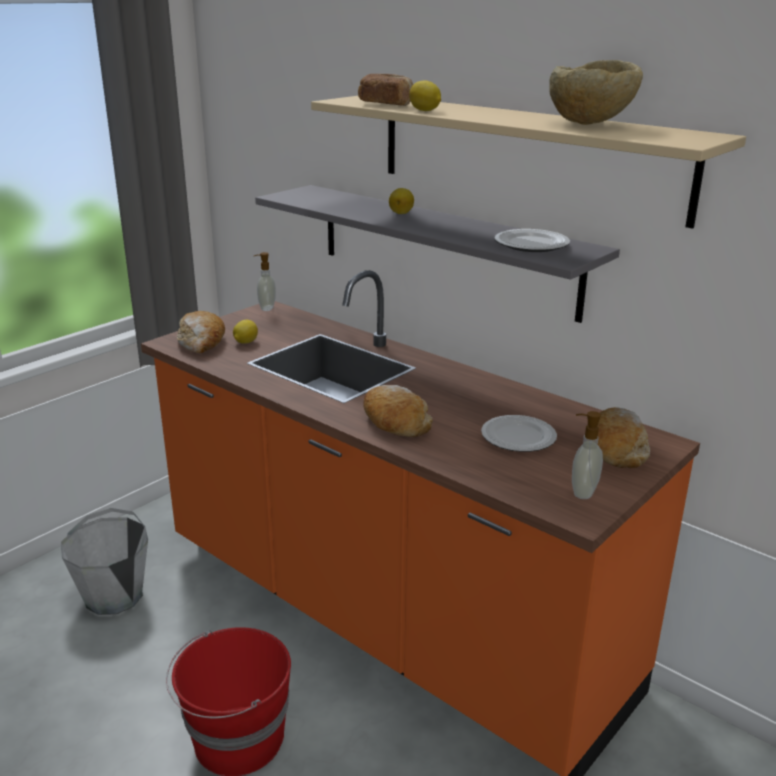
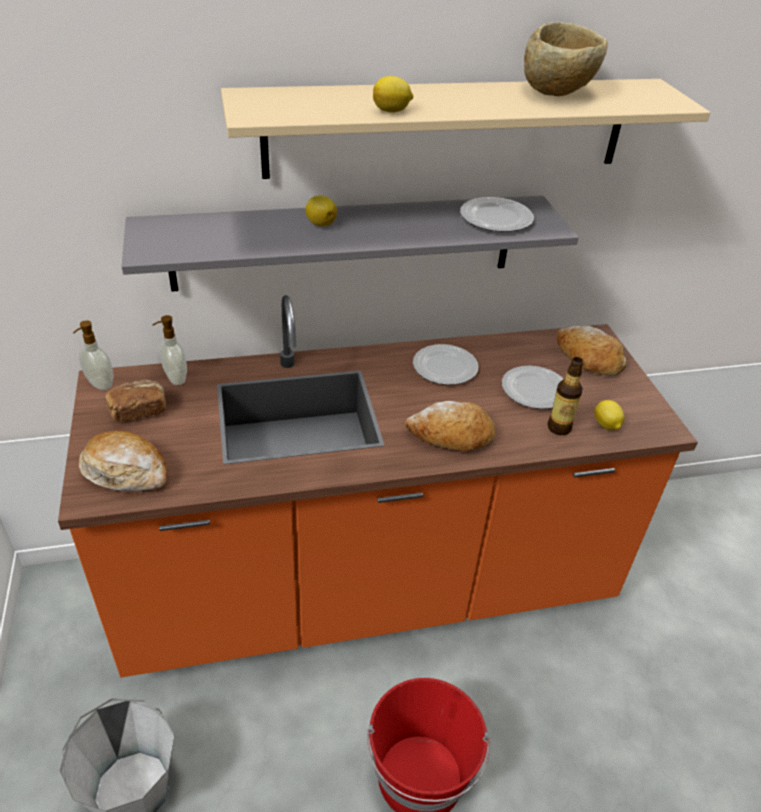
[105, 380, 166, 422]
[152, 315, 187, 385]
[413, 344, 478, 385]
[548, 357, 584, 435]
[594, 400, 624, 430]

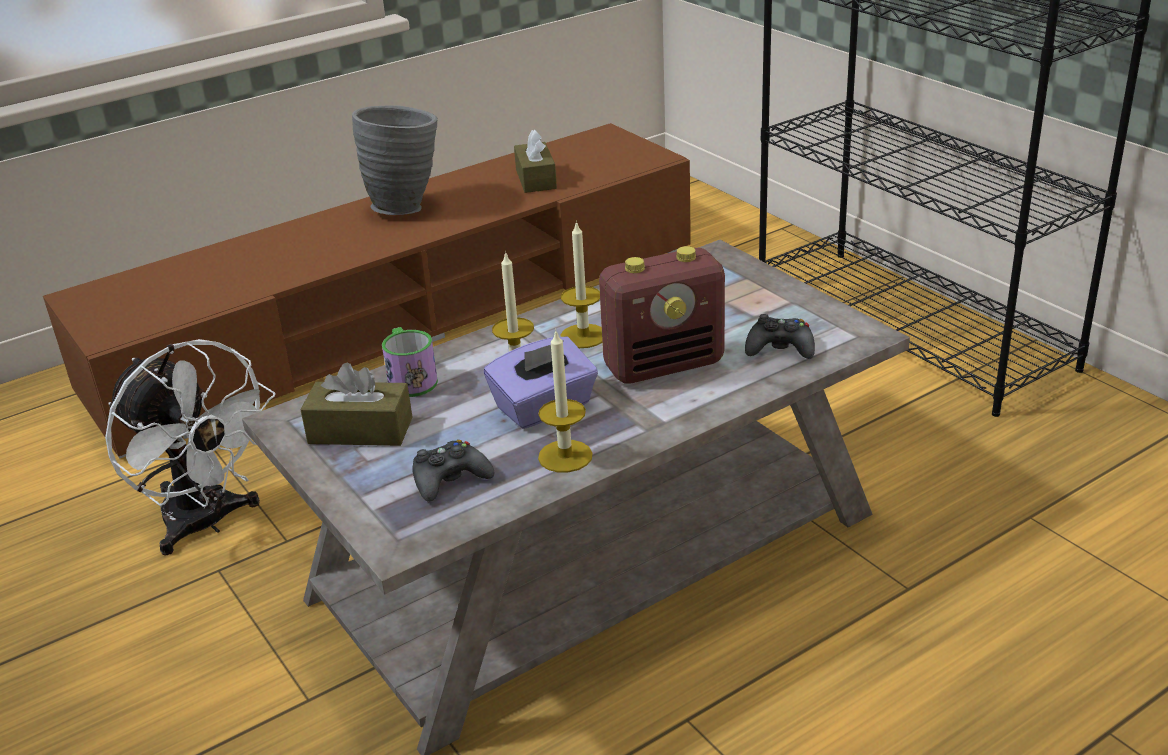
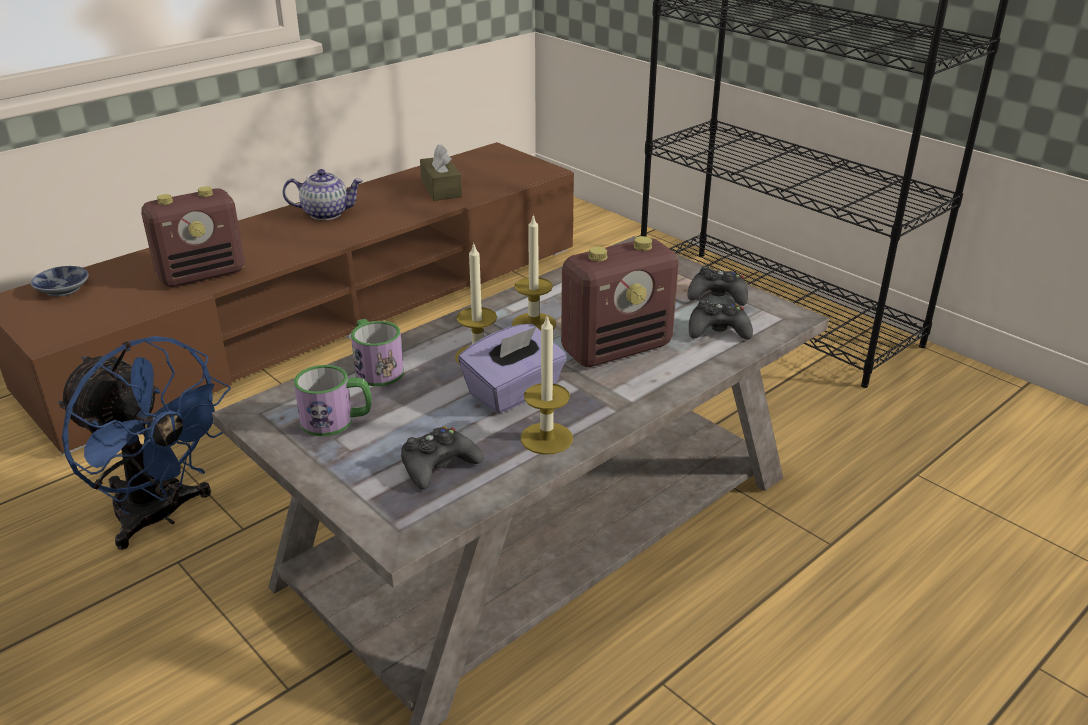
[30, 266, 89, 297]
[58, 336, 231, 550]
[141, 186, 245, 287]
[283, 169, 363, 220]
[294, 365, 372, 436]
[687, 266, 748, 306]

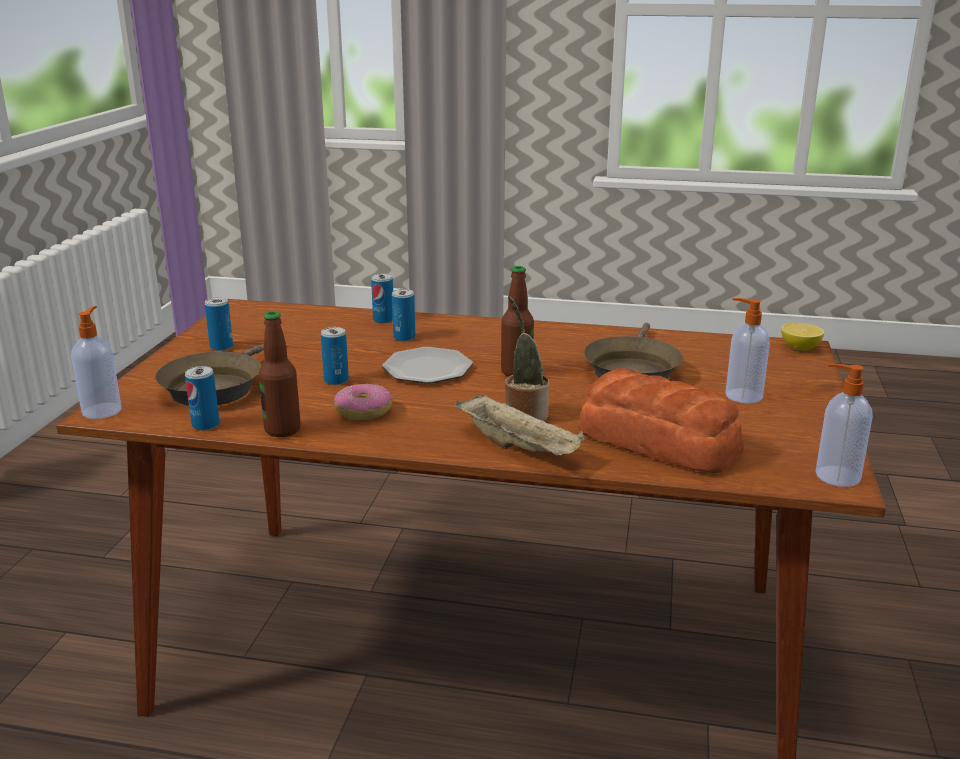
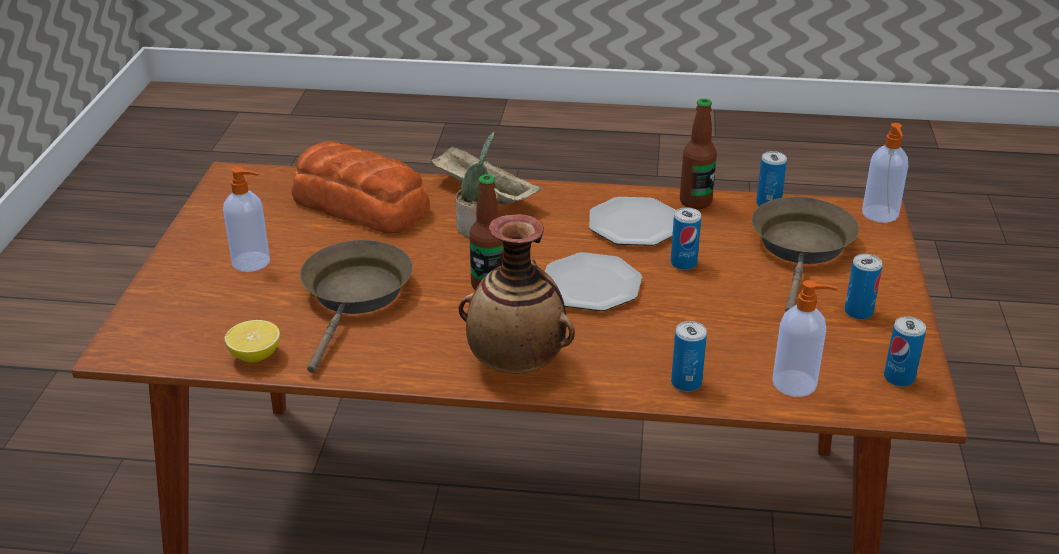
[225, 320, 280, 363]
[459, 214, 575, 373]
[589, 197, 676, 246]
[772, 280, 838, 397]
[884, 316, 926, 387]

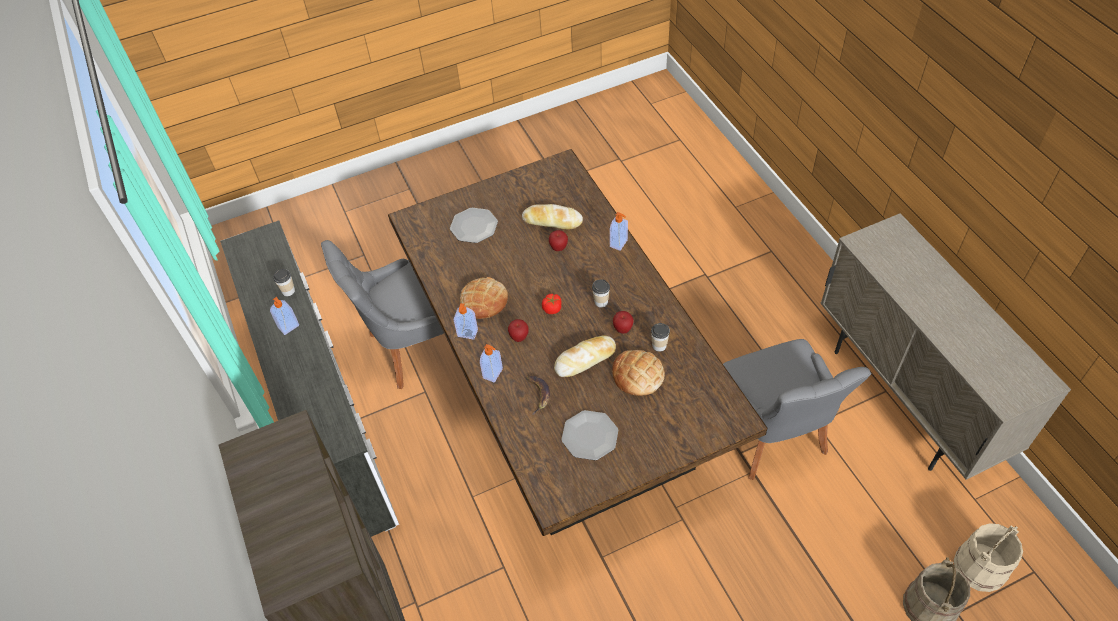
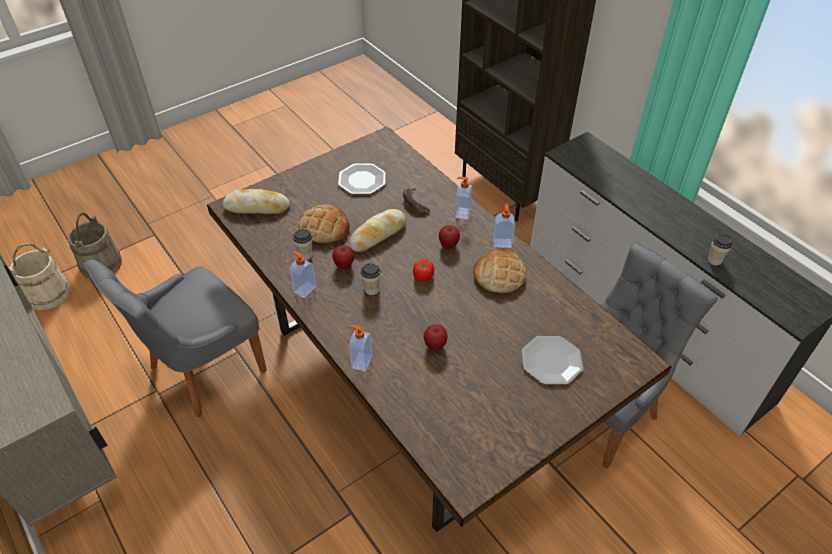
[83, 260, 267, 417]
[223, 189, 290, 214]
[290, 251, 317, 298]

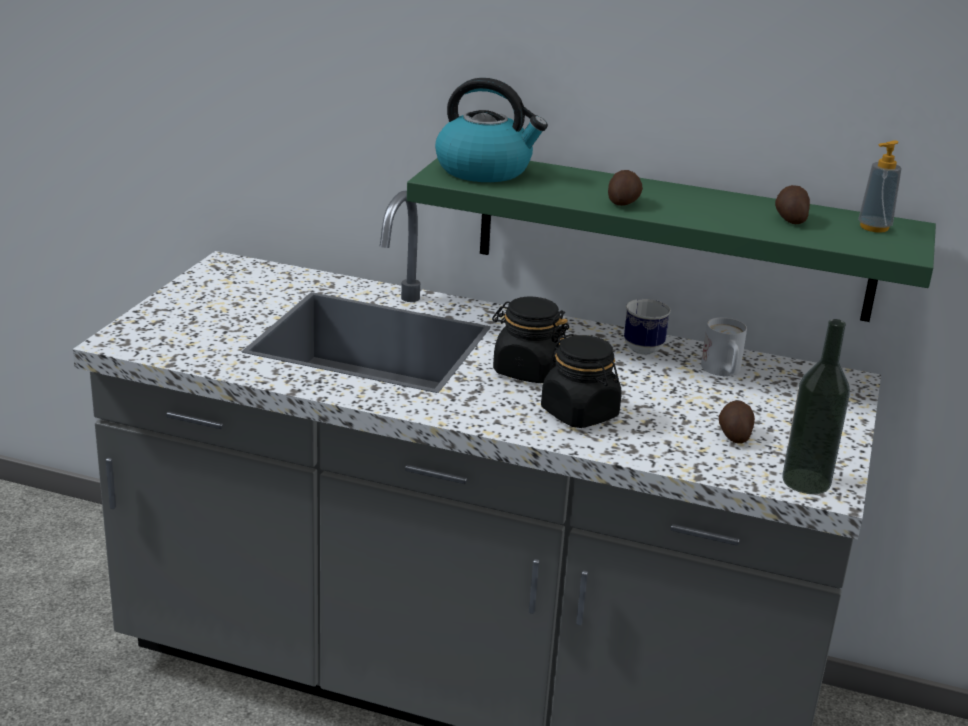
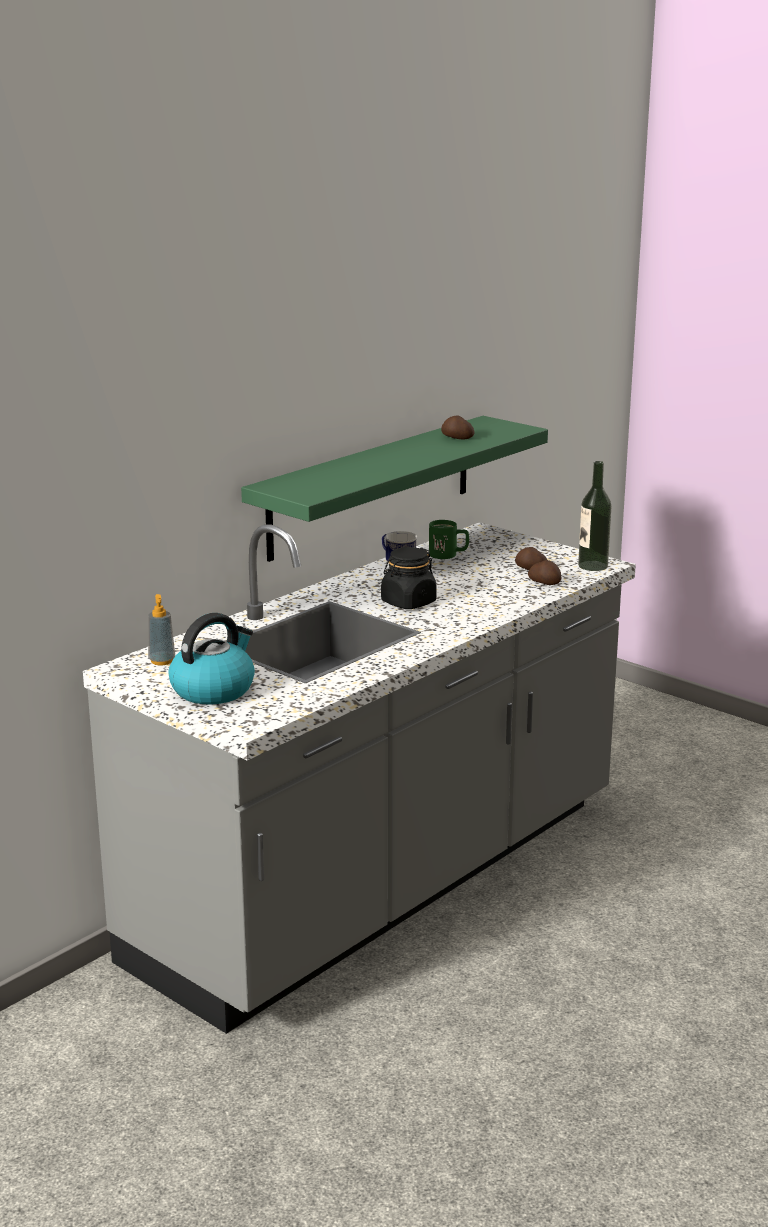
[148, 594, 175, 665]
[169, 613, 255, 705]
[429, 520, 469, 559]
[528, 560, 562, 585]
[541, 334, 622, 428] (first image)

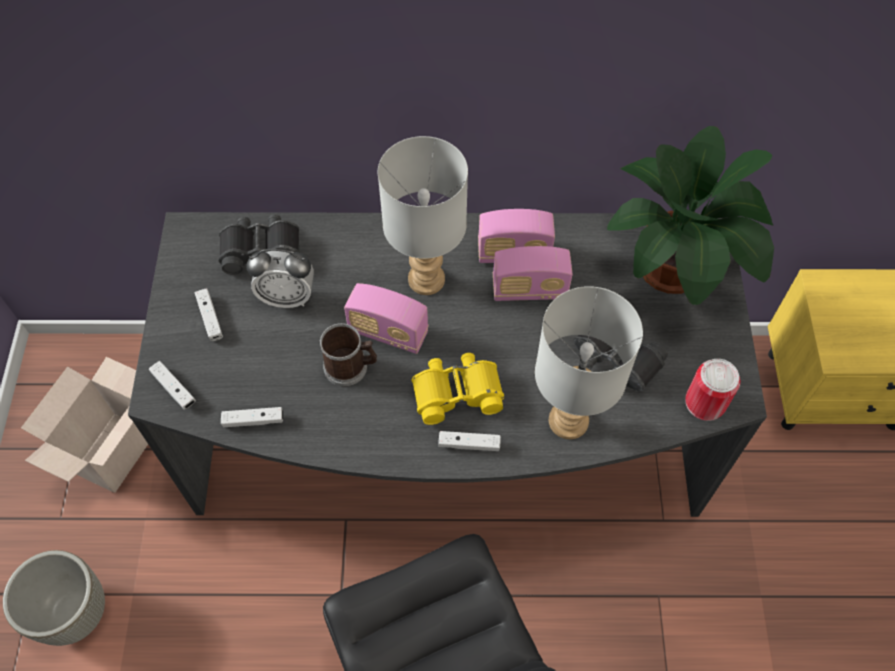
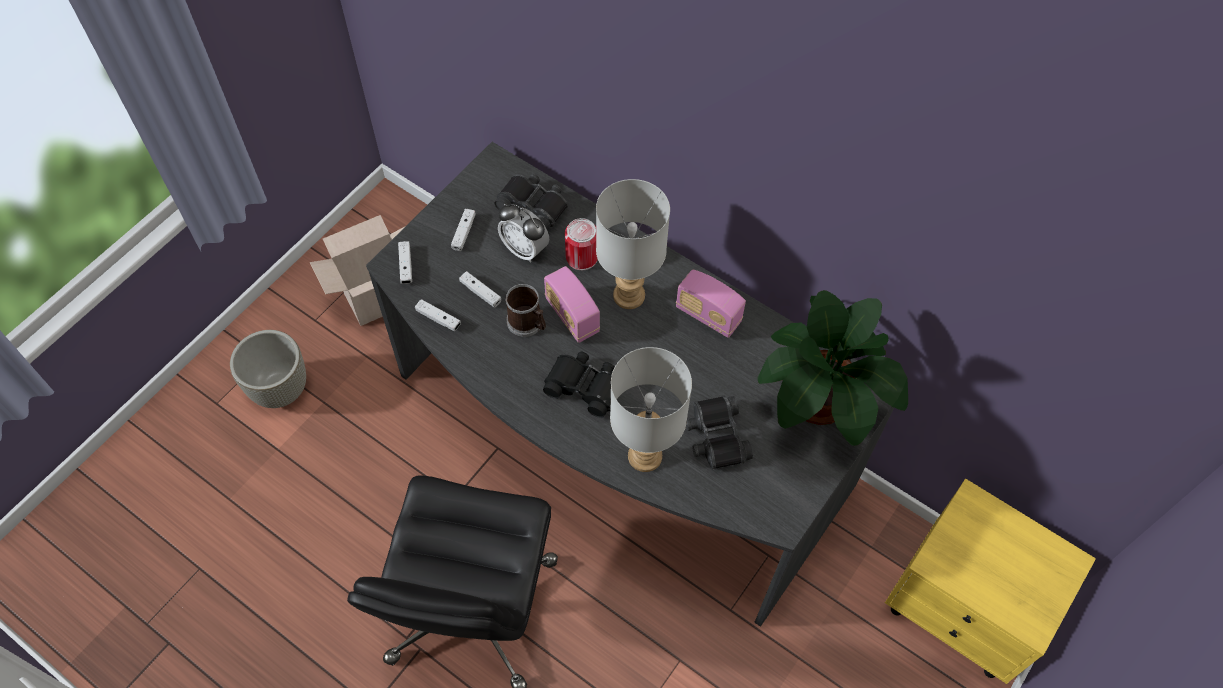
[459, 271, 501, 307]
[543, 352, 614, 418]
[565, 218, 598, 270]
[493, 246, 572, 301] (first image)

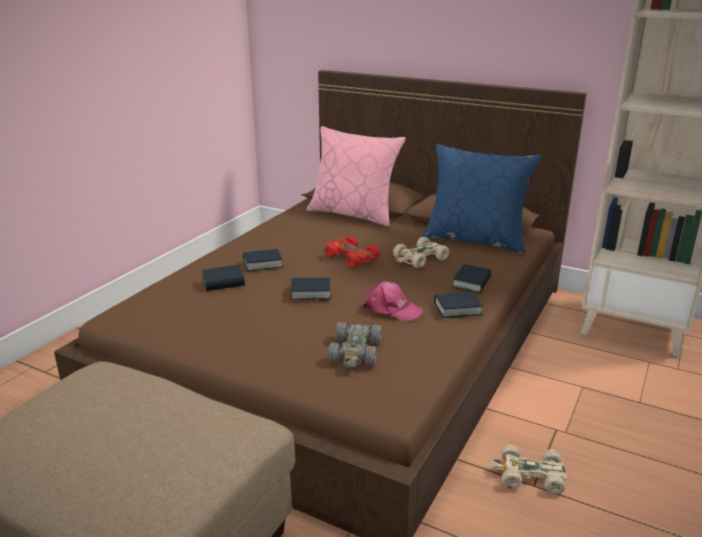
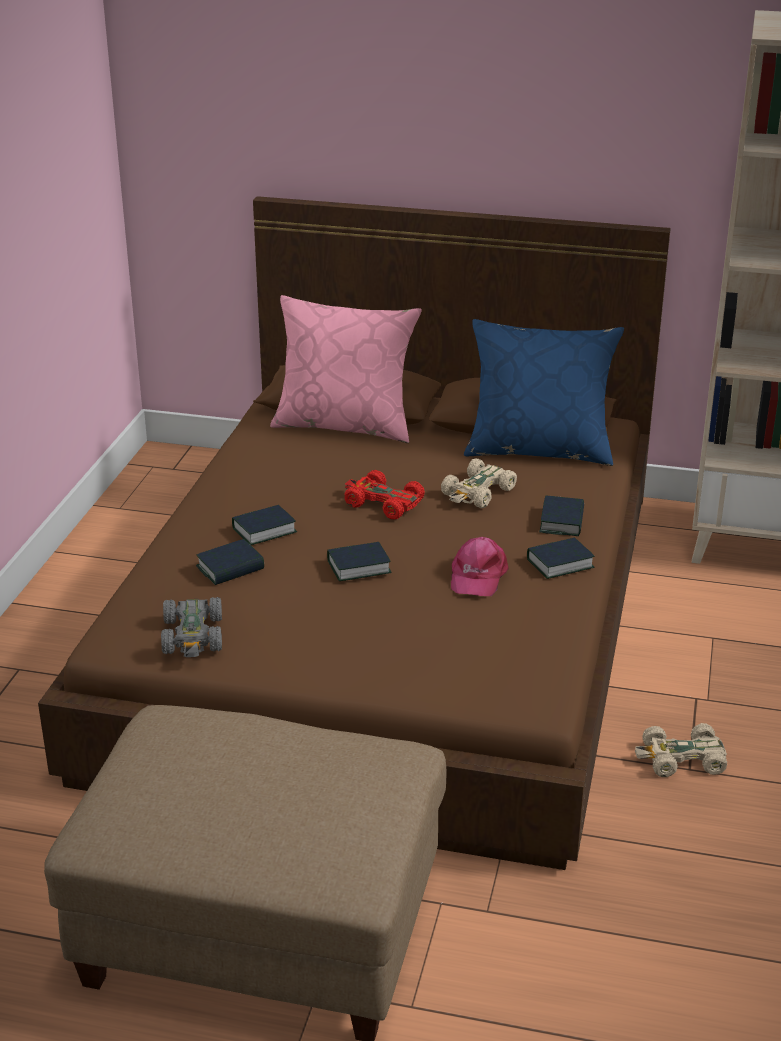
[161, 597, 222, 657]
[451, 537, 509, 596]

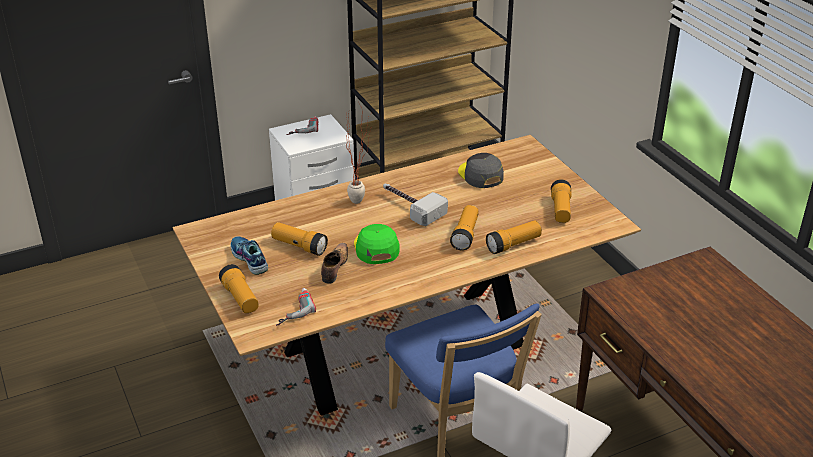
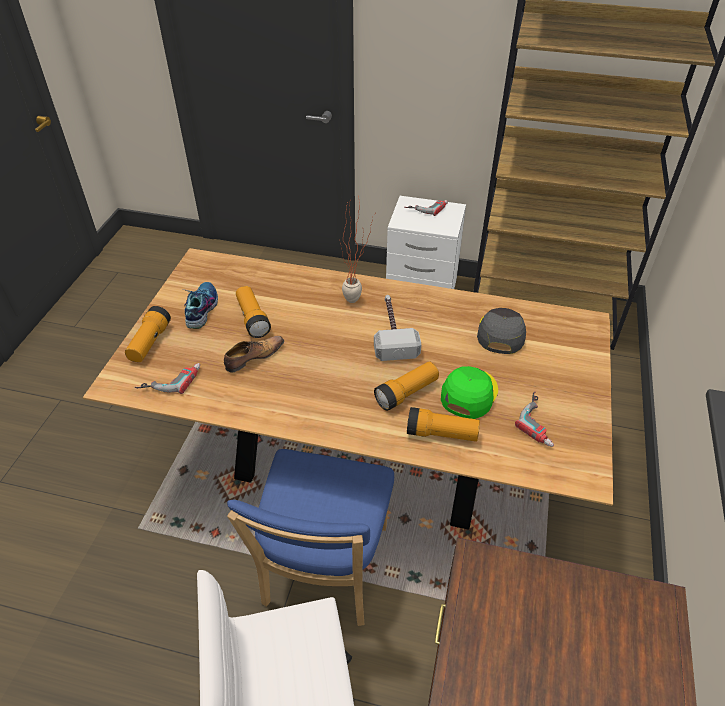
[441, 366, 498, 419]
[515, 391, 554, 447]

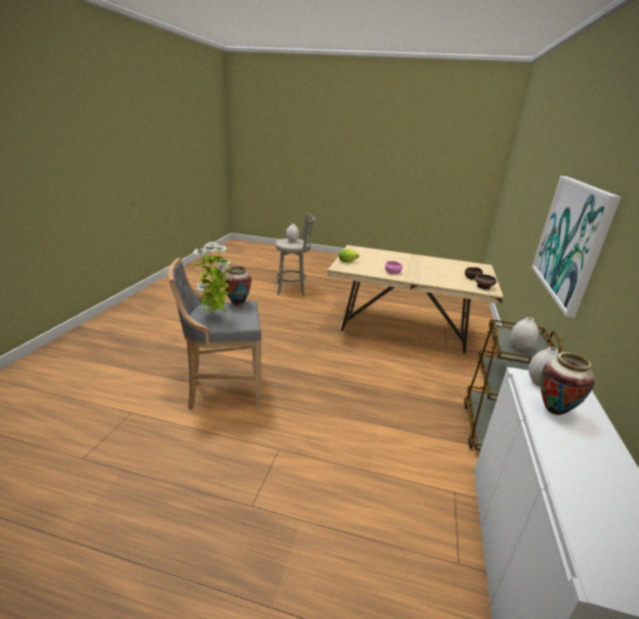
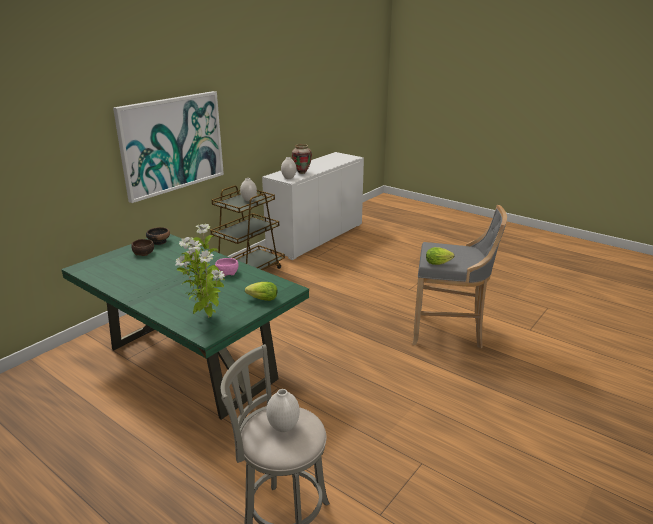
[61, 234, 309, 420]
[175, 224, 225, 318]
[426, 247, 454, 265]

